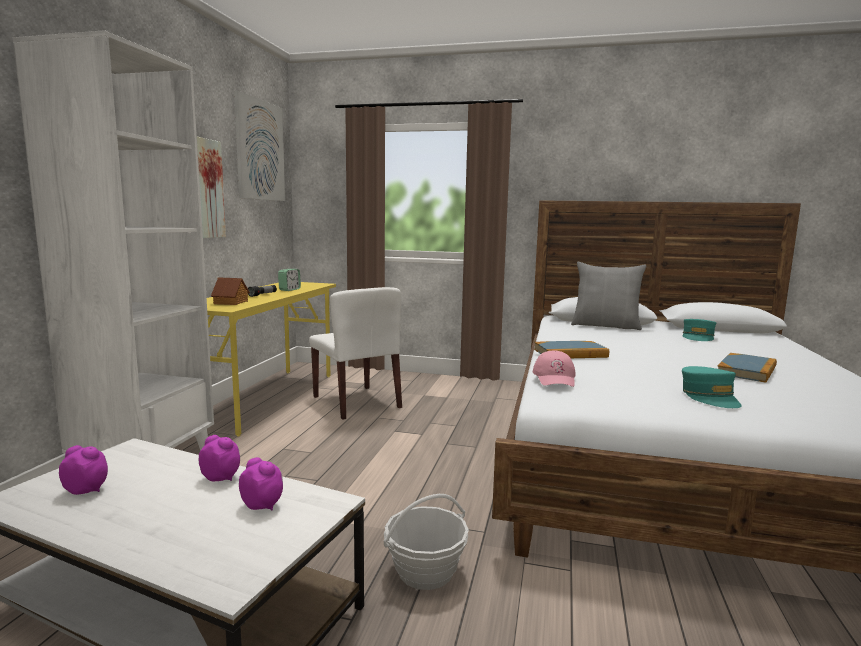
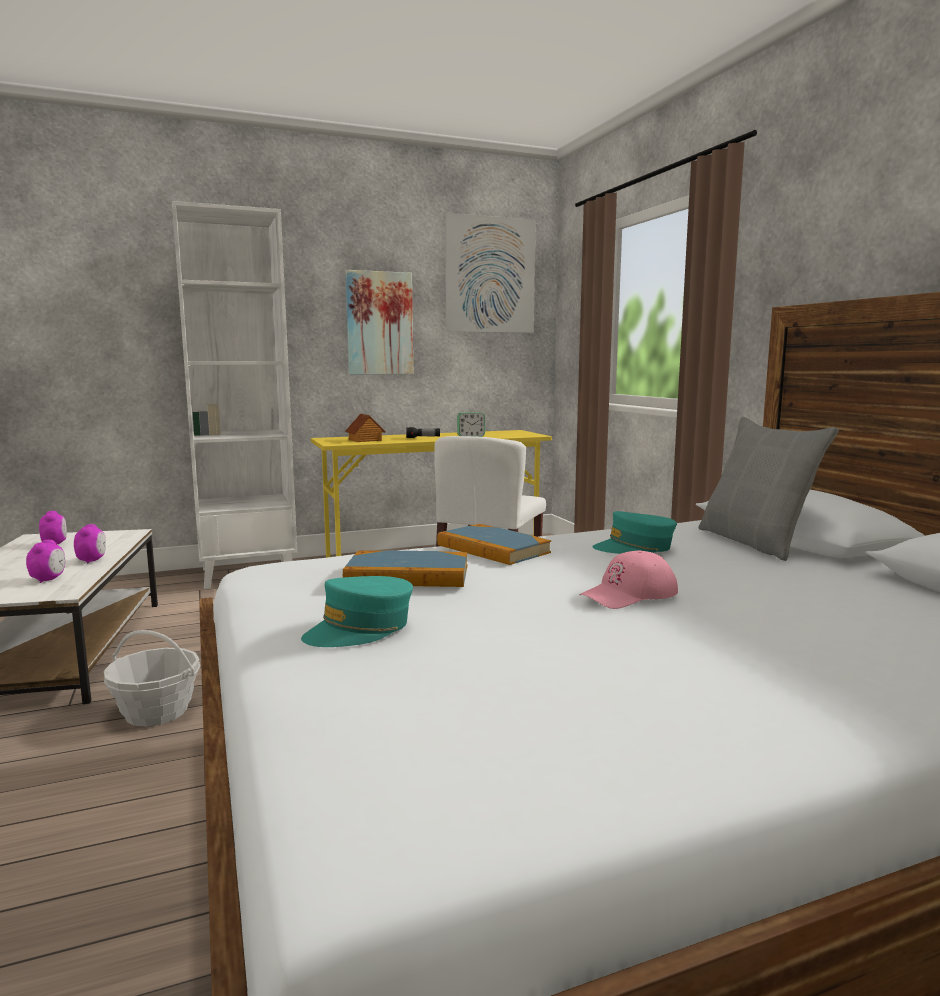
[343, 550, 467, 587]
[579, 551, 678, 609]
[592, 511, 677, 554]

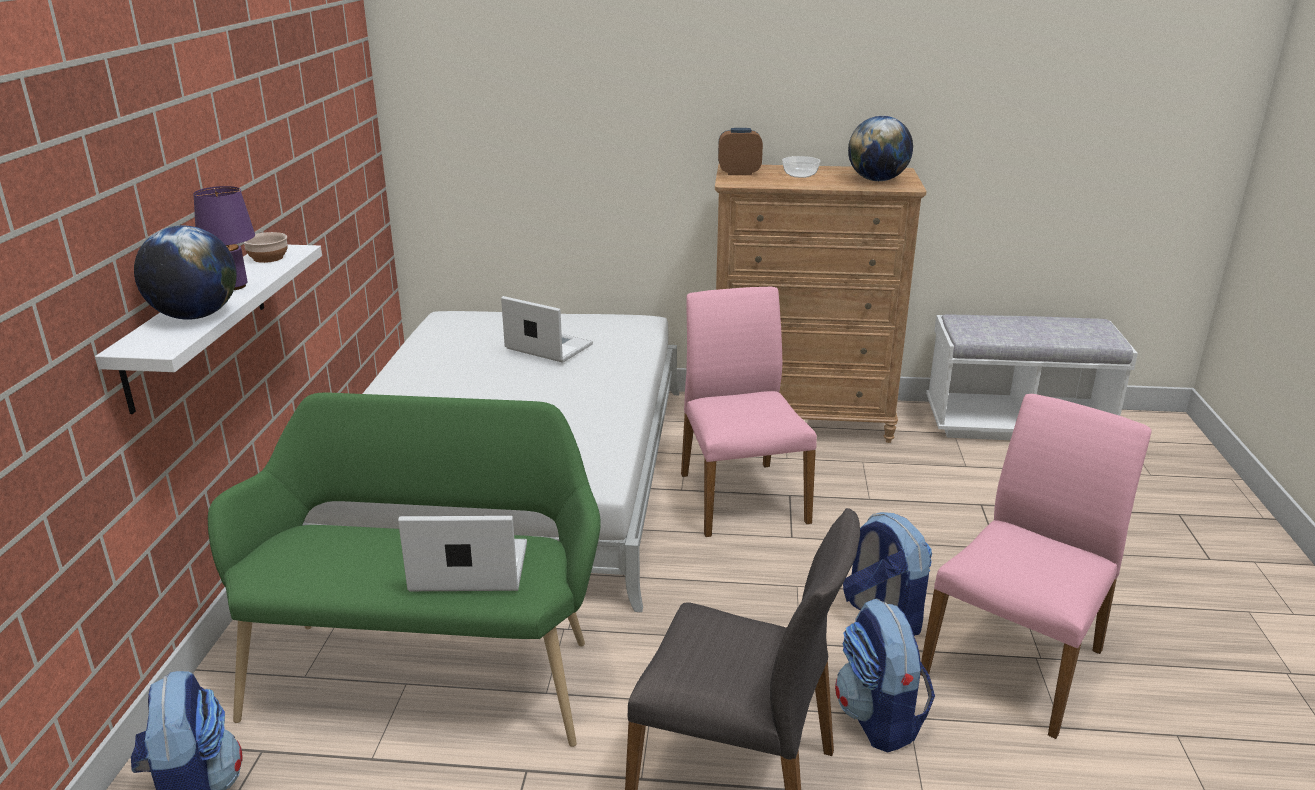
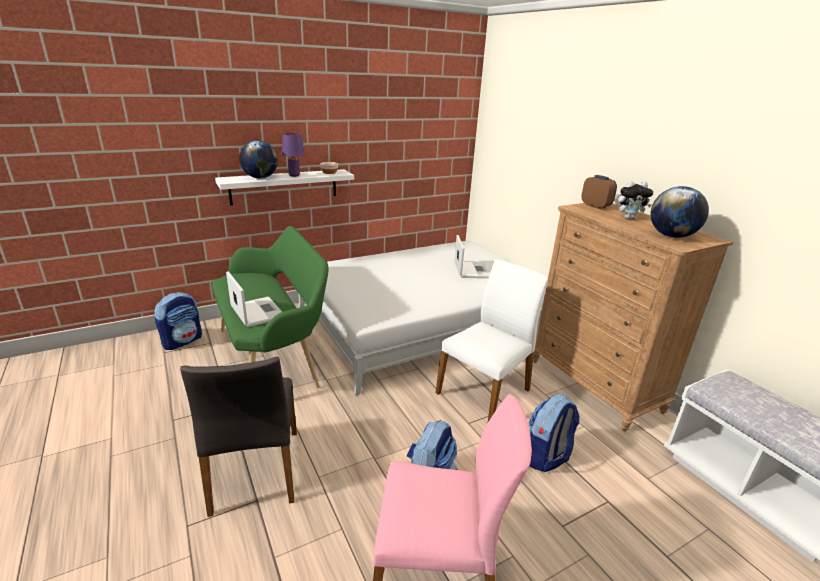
[436, 260, 548, 424]
[529, 394, 579, 472]
[618, 181, 653, 219]

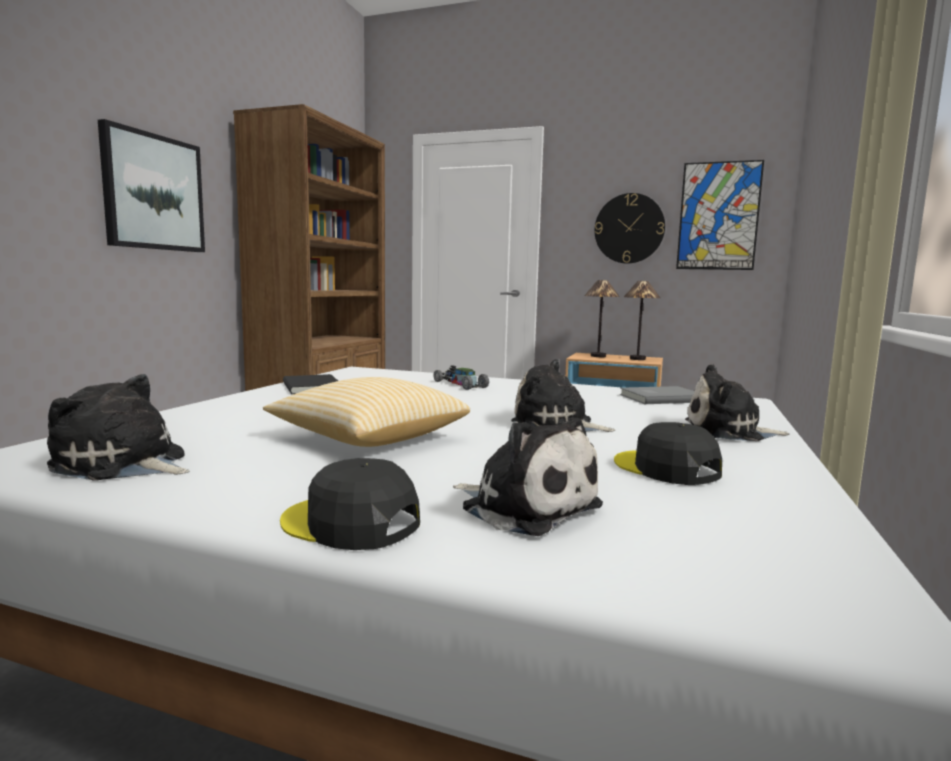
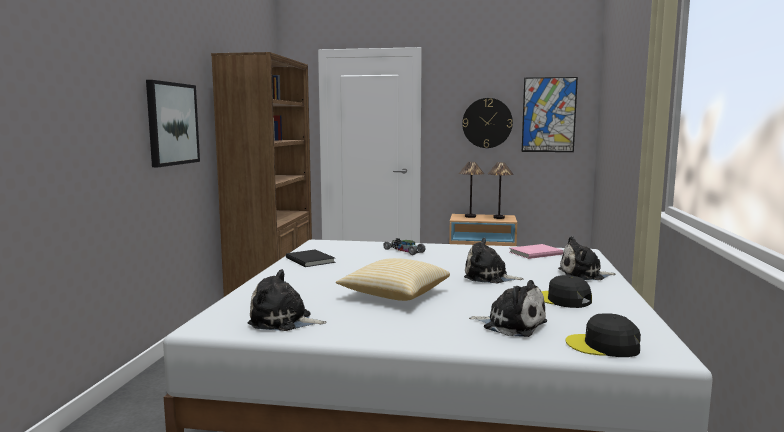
[510, 244, 563, 259]
[566, 313, 641, 357]

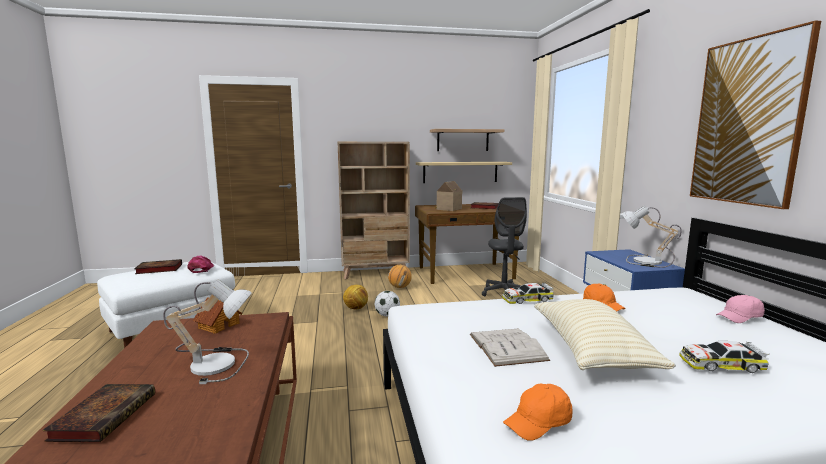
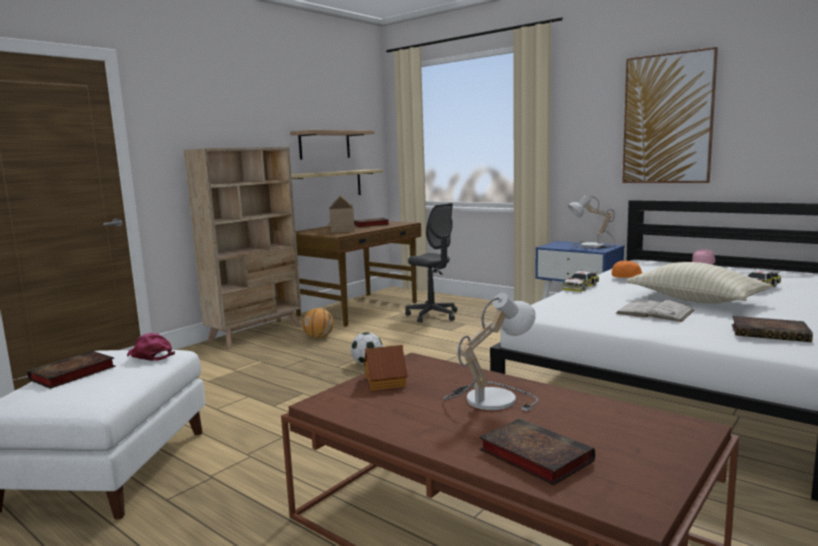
[732, 316, 813, 342]
[343, 285, 368, 310] (first image)

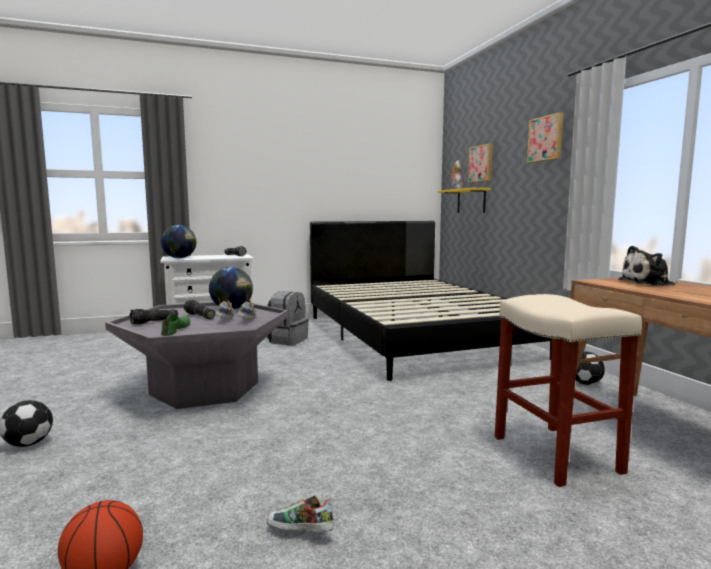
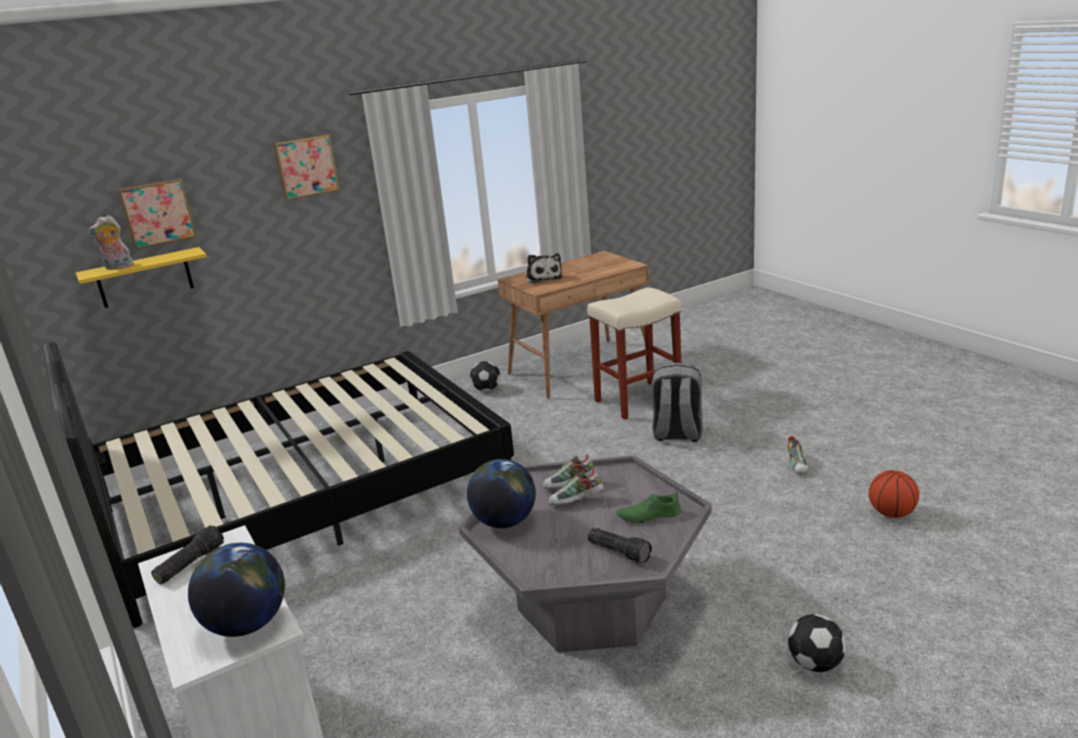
[652, 363, 703, 442]
[184, 300, 215, 319] (first image)

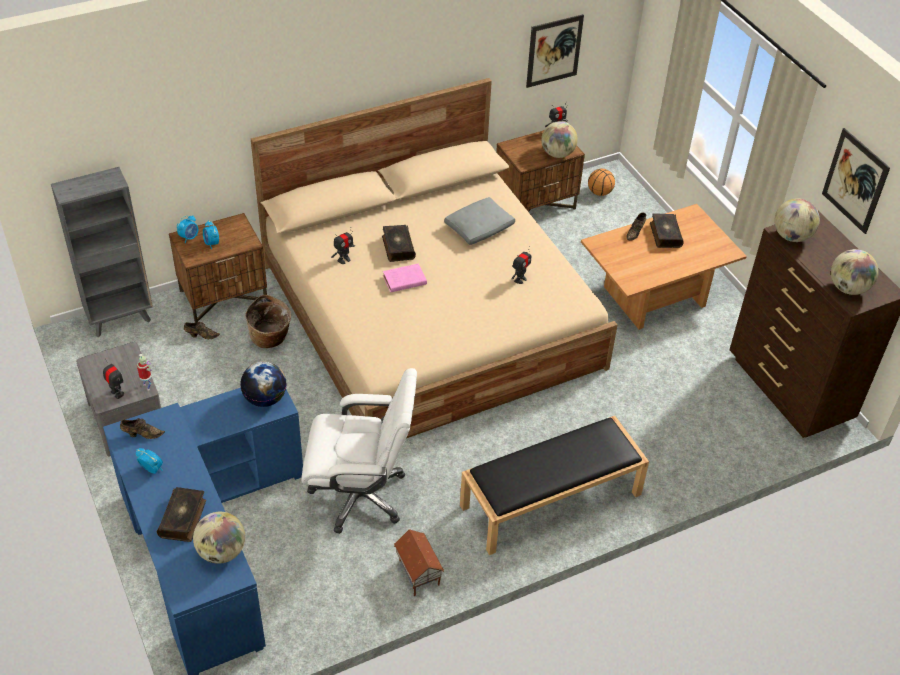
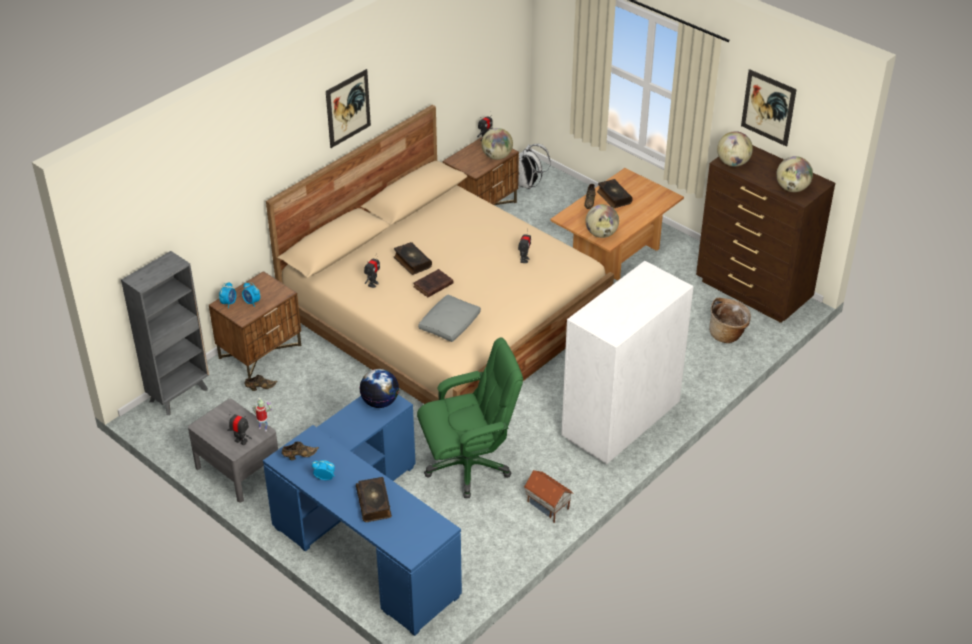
[326, 69, 371, 148]
[413, 269, 453, 298]
[417, 337, 523, 498]
[418, 295, 481, 342]
[518, 144, 551, 189]
[561, 261, 694, 464]
[586, 204, 619, 238]
[709, 298, 751, 343]

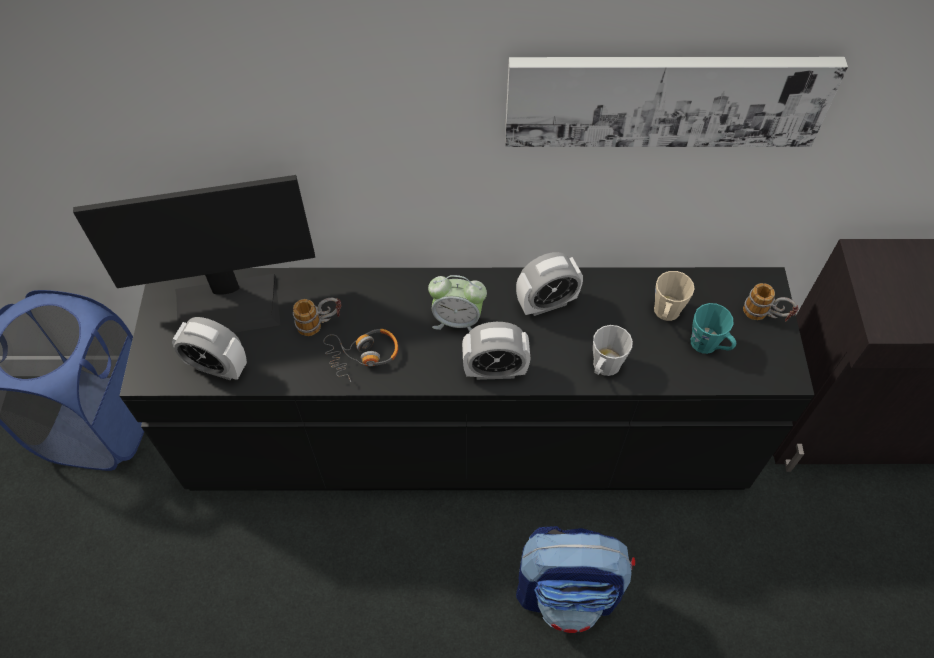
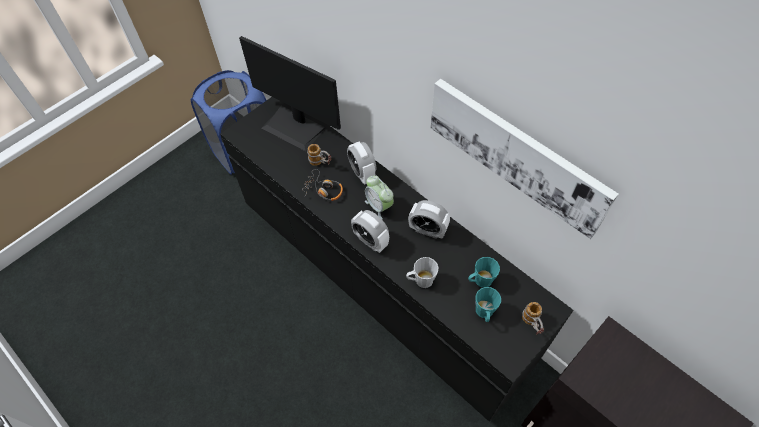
[347, 141, 376, 185]
[468, 257, 500, 288]
[516, 526, 635, 633] (first image)

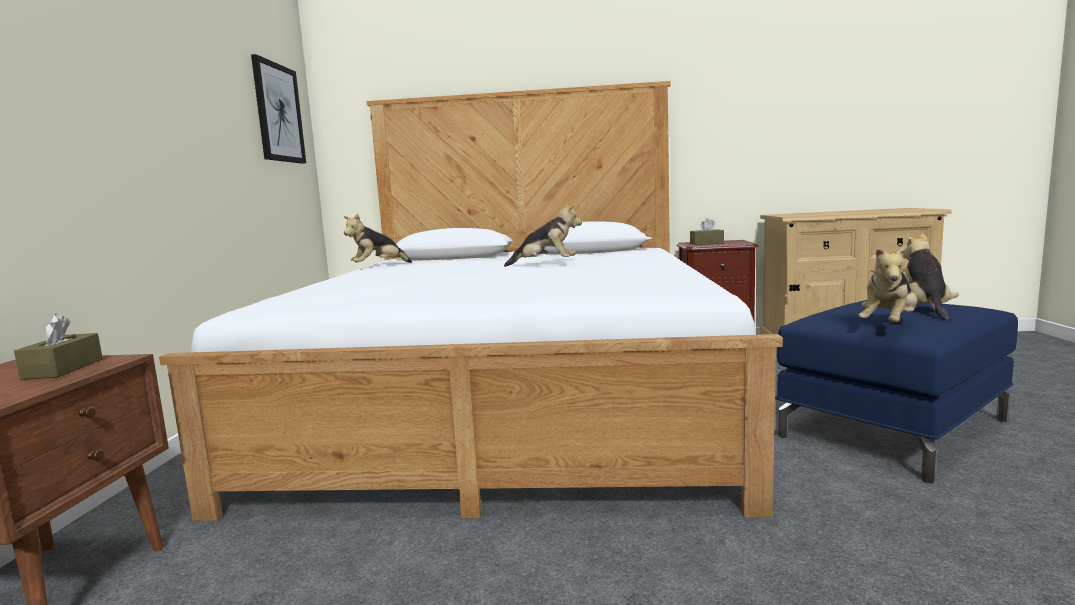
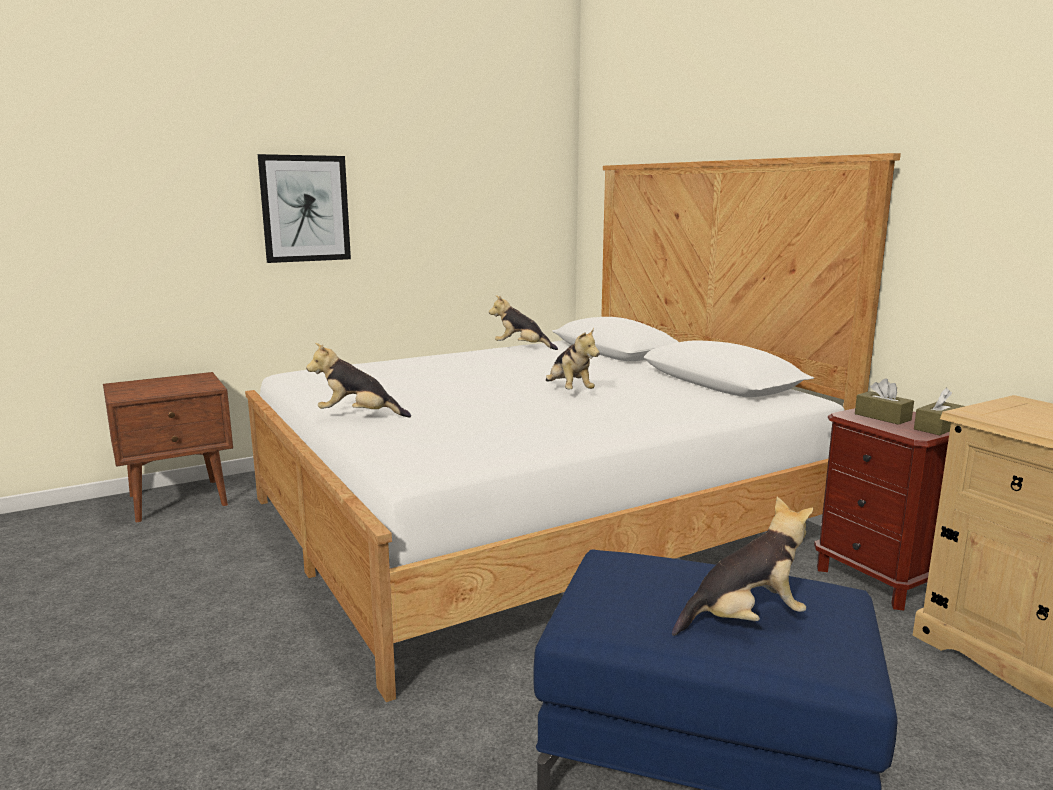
[258, 154, 351, 263]
[306, 343, 411, 418]
[914, 388, 965, 435]

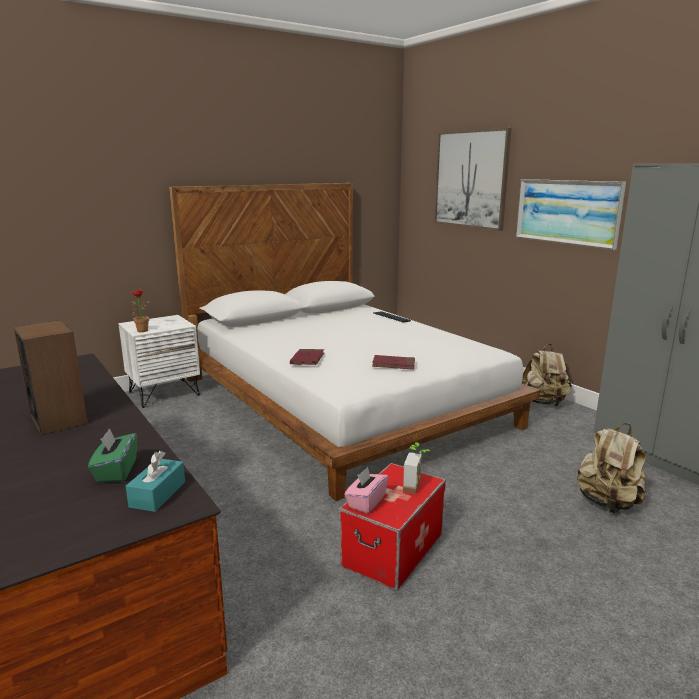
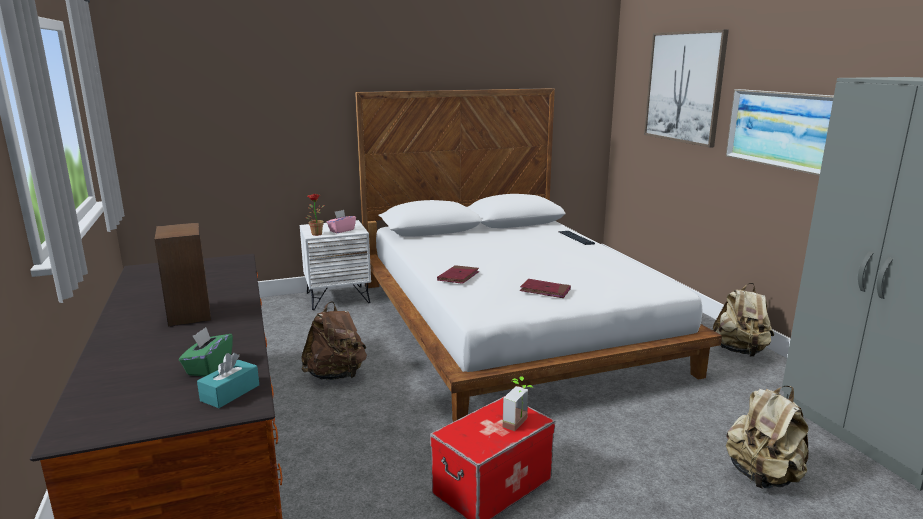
[301, 301, 367, 380]
[327, 210, 356, 233]

